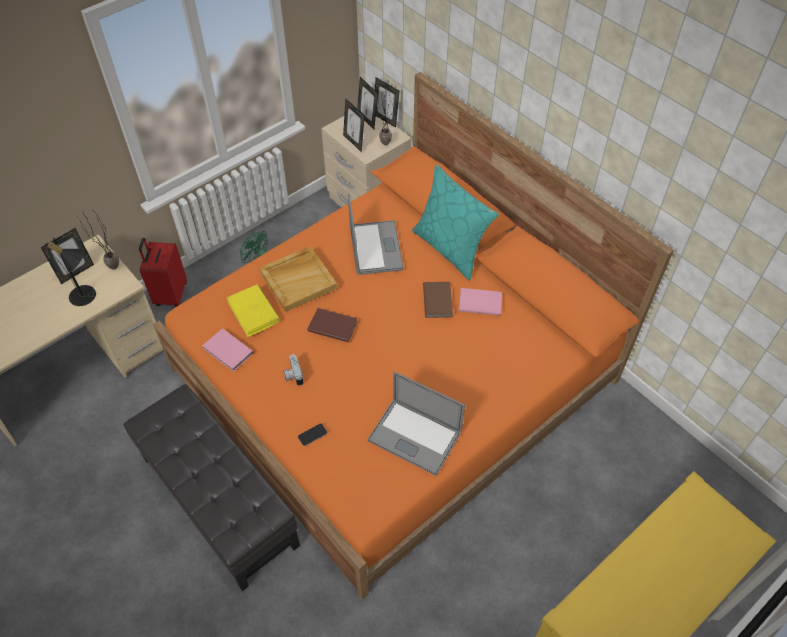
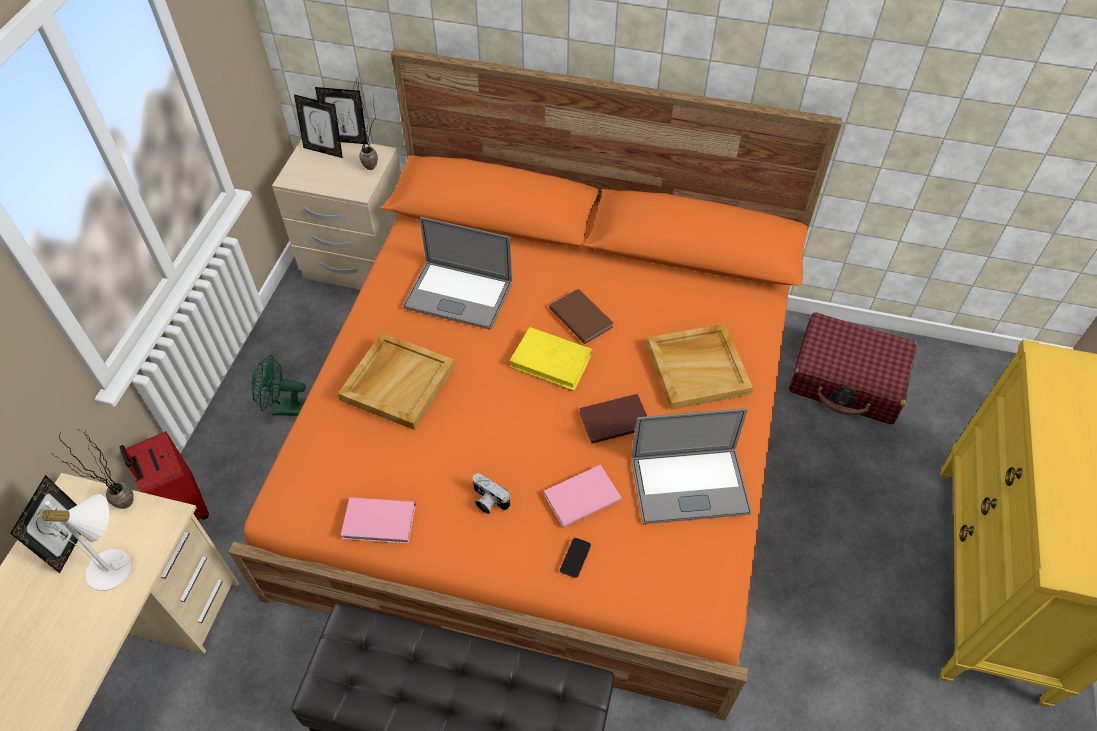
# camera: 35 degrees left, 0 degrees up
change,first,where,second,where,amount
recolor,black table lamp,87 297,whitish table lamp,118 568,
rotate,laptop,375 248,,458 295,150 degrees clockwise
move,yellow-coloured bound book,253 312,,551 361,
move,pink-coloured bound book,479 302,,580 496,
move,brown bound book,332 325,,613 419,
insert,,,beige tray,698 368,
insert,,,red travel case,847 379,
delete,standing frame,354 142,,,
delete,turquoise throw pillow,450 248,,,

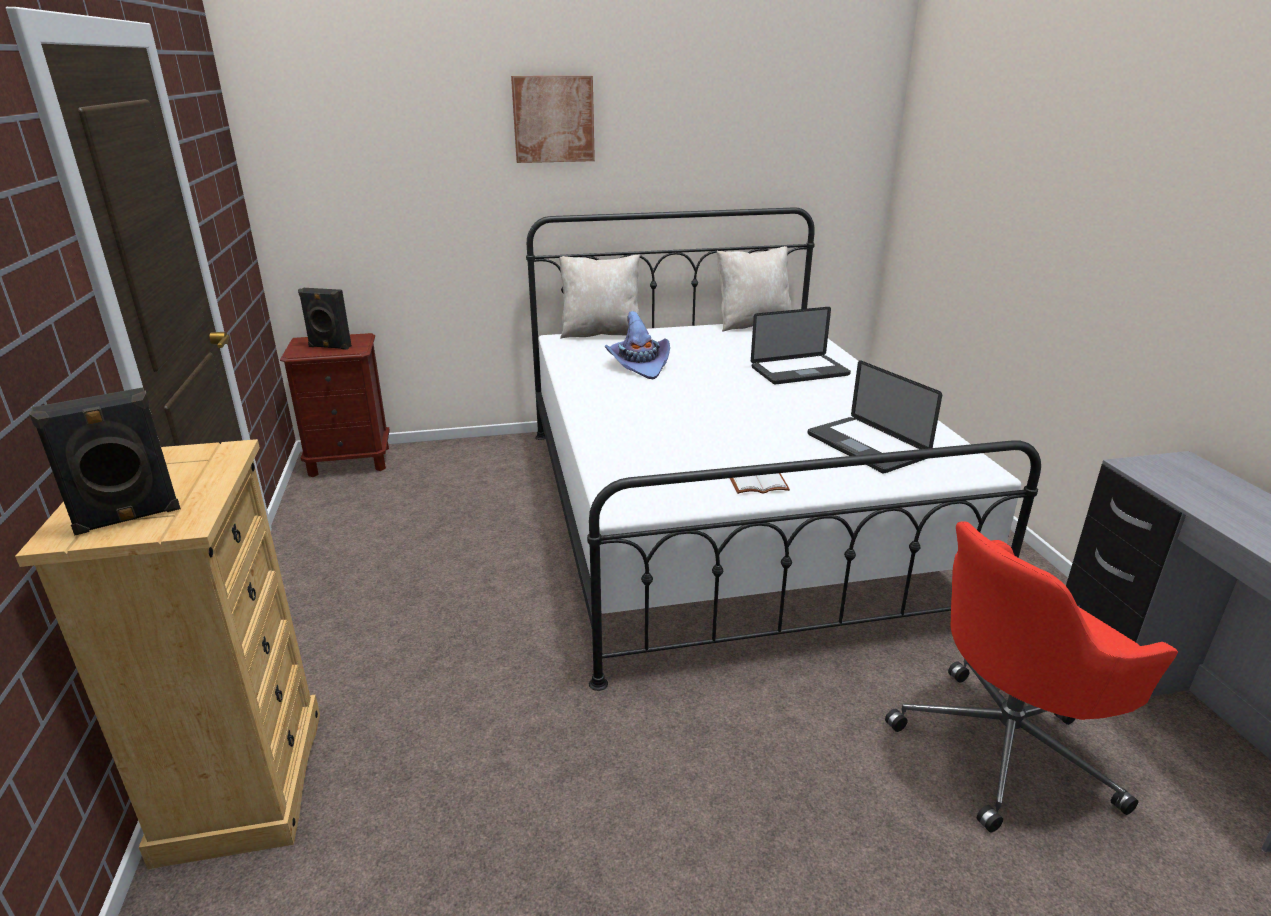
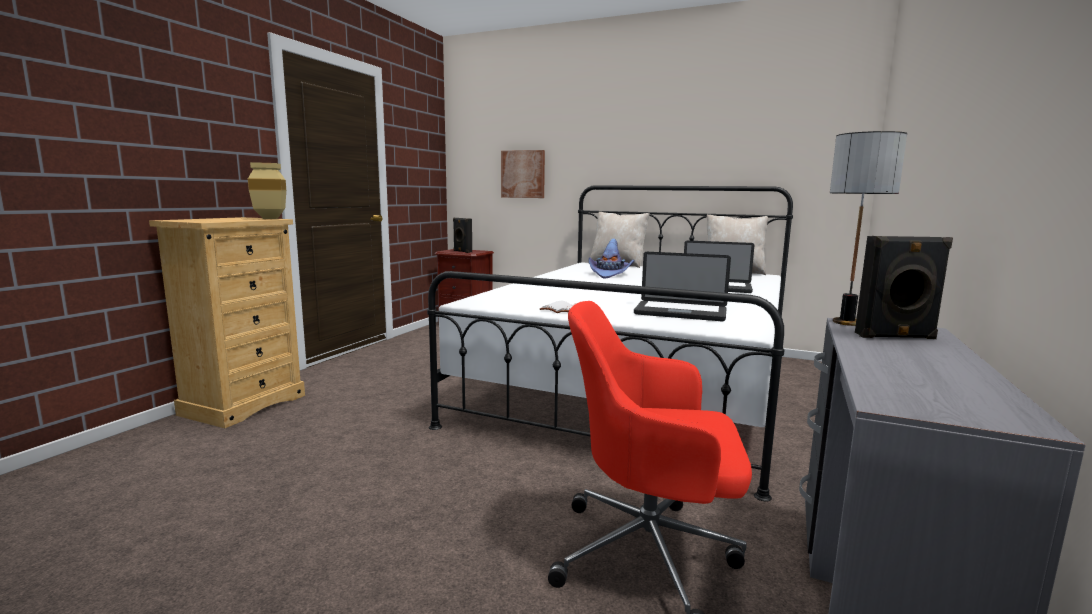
# camera: 35 degrees right, 15 degrees down
change,first,where,second,where,amount
insert,,,beige vase,268 218,
move,wall picture,553 119,,523 174,
rotate,laptop,866 446,,680 312,75 degrees counterclockwise
insert,,,table lamp,846 322,
move,black speaker,128 519,,896 337,

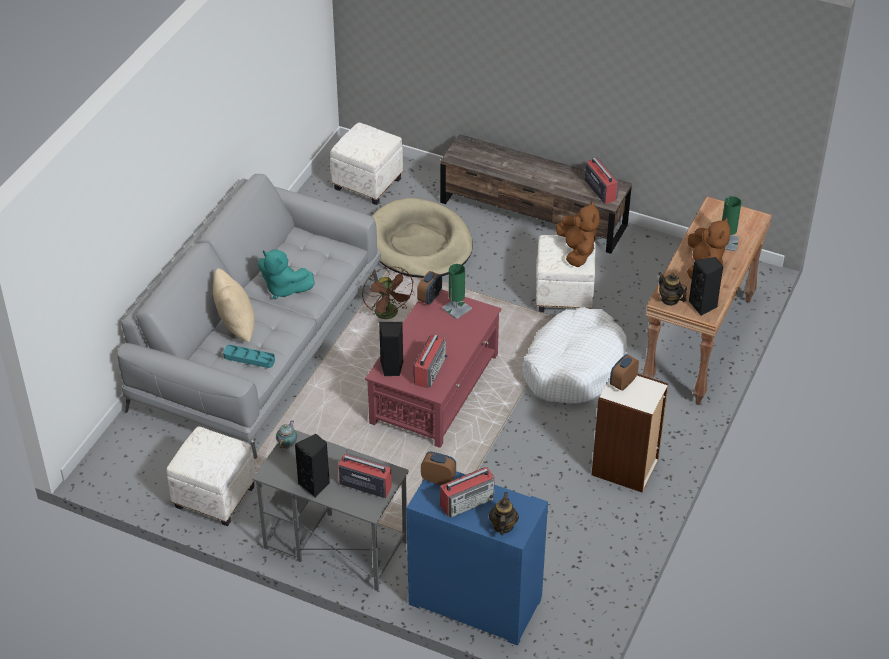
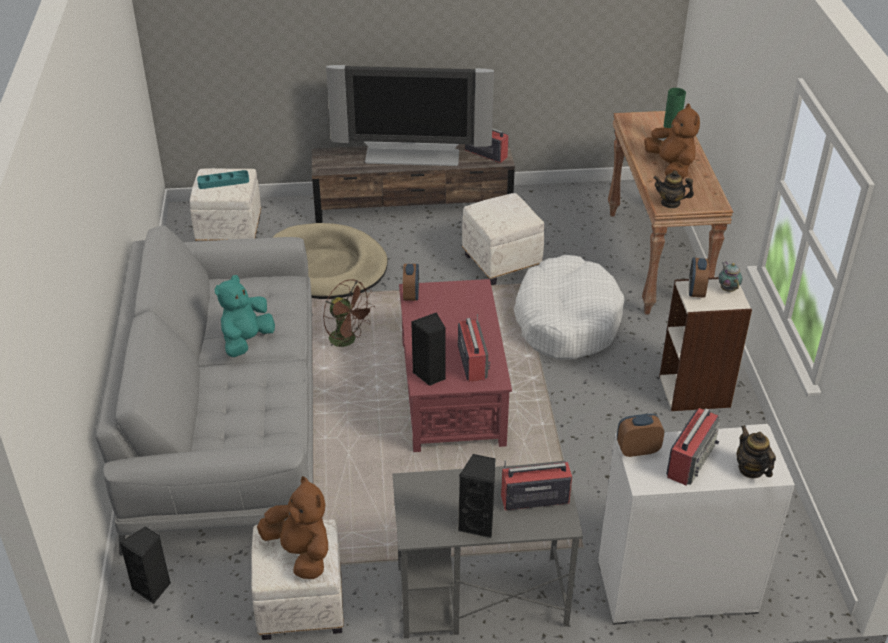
# camera: 30 degrees left, 5 degrees down
change,first,where,second,where,amount
move,black speaker,703 306,,153 588,
move,turquoise tray,249 358,,223 182,
rotate,turquoise cuddly toy,283 288,,246 341,120 degrees clockwise
move,brown cuddly toy,577 251,,300 553,
insert,,,TV set,412 158,
recolor,bluish cabinet,474 602,whitish cabinet,676 588,
move,tea pot,288 444,,727 289,
delete,beige throw pillow,235 328,,,
delete,green-coloured table lamp,456 309,,,

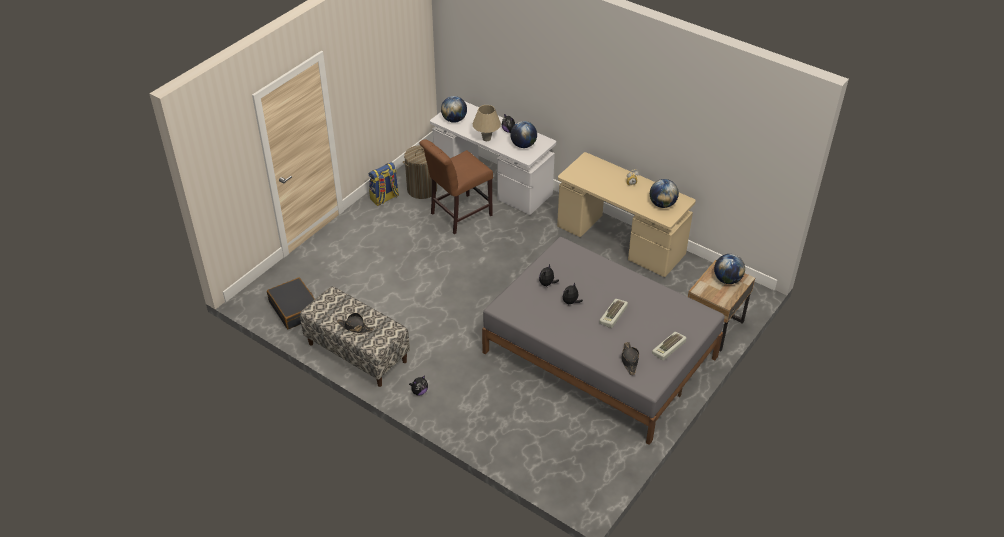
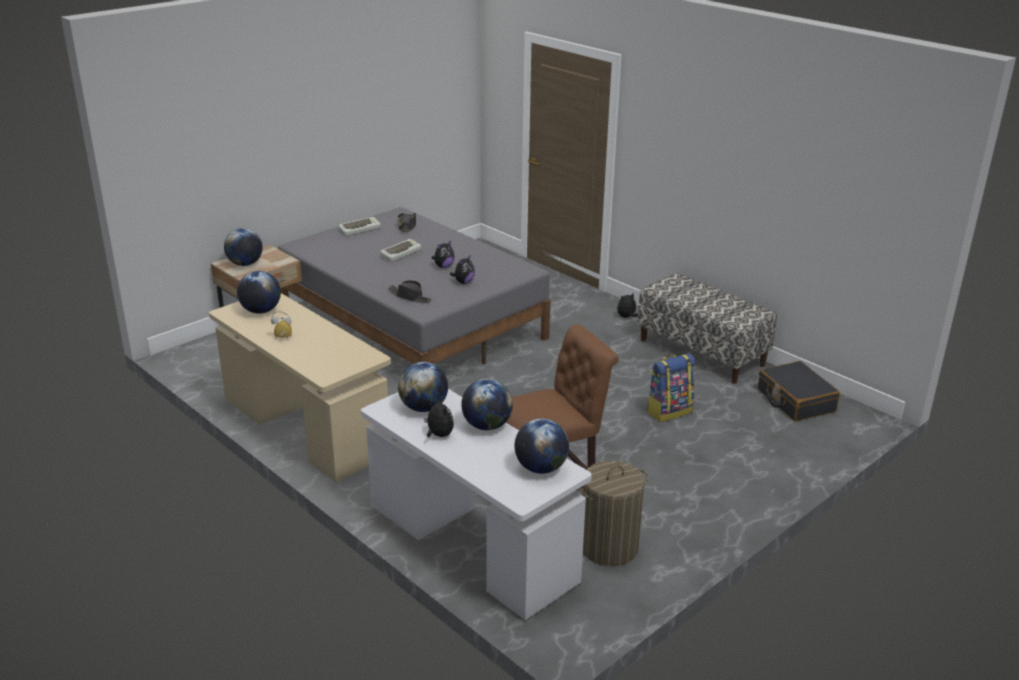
# camera: 170 degrees left, 15 degrees down
change,first,where,second,where,amount
move,black wearable hat,355 327,,410 297,
replace,beige table lamp,486 138,desk globe,487 426,
move,backpack,384 198,,669 411,

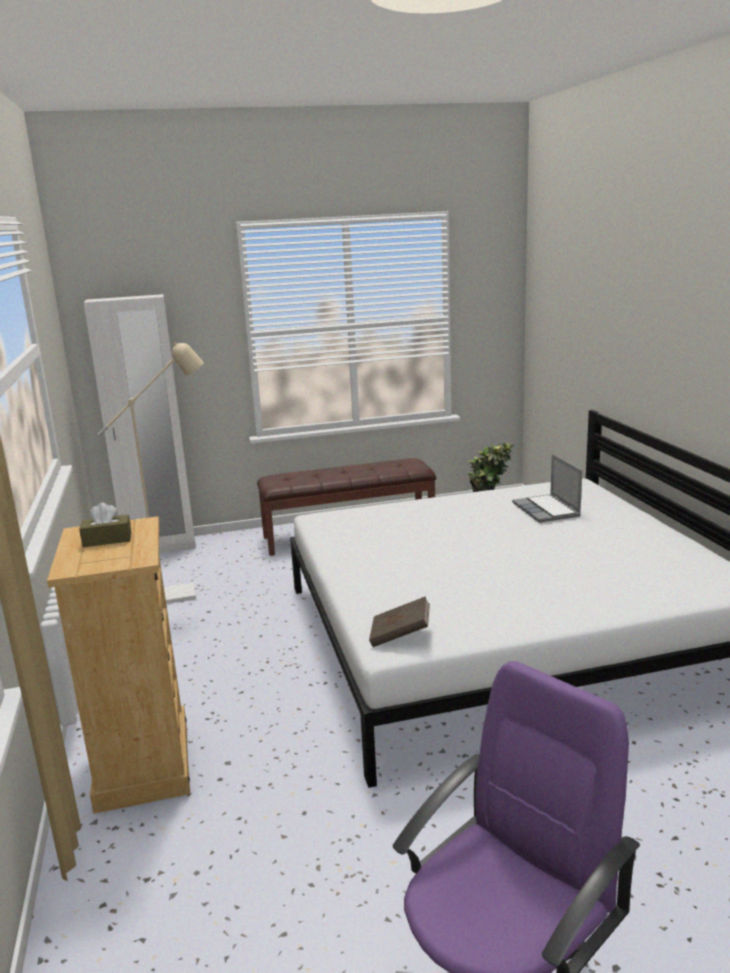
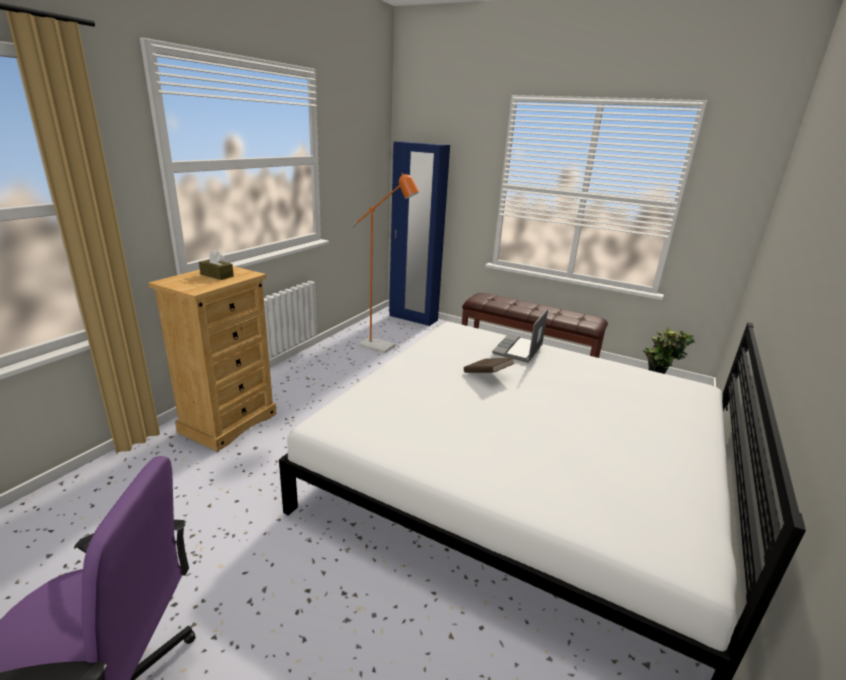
# camera: 40 degrees right, 5 degrees up
change,first,where,second,where,amount
recolor,beige standard lamp,181 594,orangey standard lamp,382 347,
recolor,whitish wardrobe,160 548,bluish wardrobe,413 318,
move,brown bound book,400 636,,487 375,
move,laptop,547 510,,518 350,

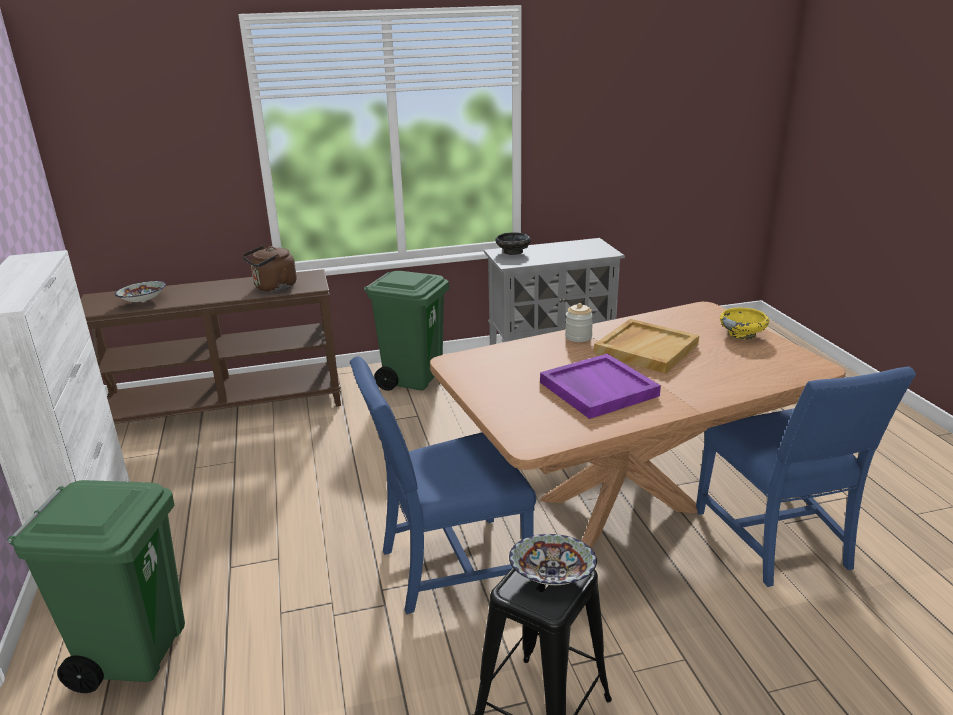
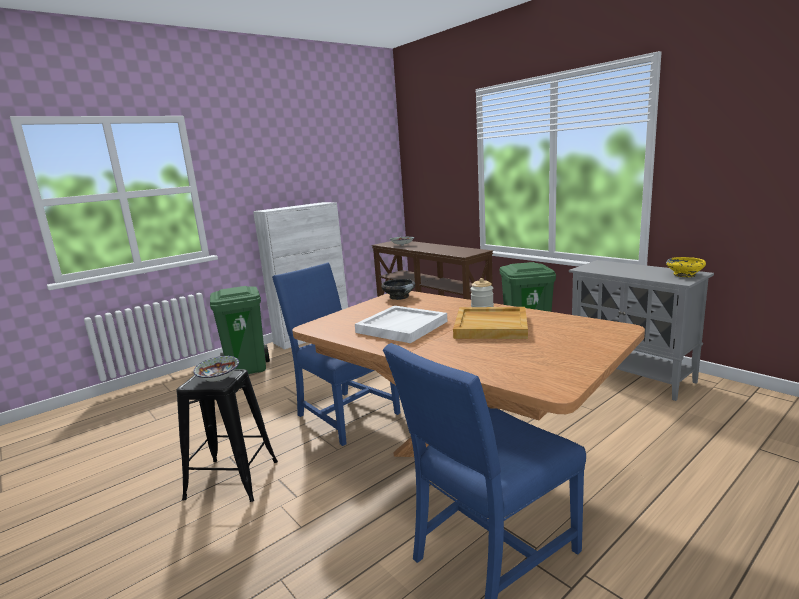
# camera: 65 degrees right, 10 degrees down
change,first,where,second,where,amount
recolor,purplish tray,597 389,whitish tray,401 326,
move,black deep dish,512 252,,399 297,
move,yellow-coloured deep dish,742 334,,684 275,
delete,brown water kettle,273 287,,,

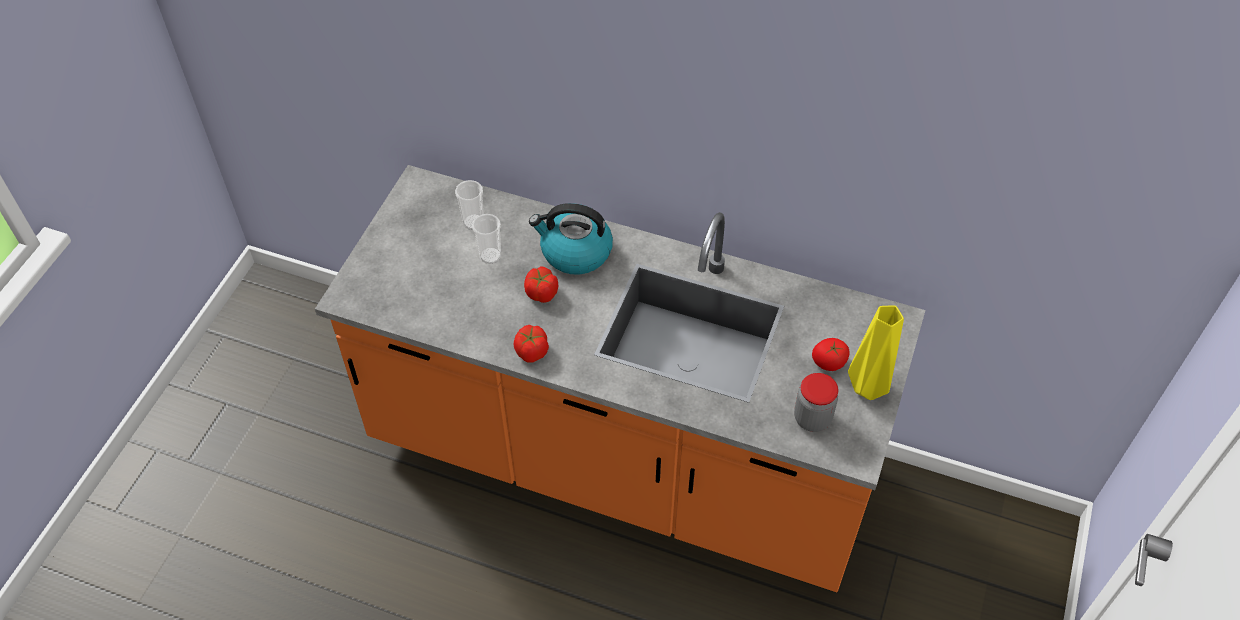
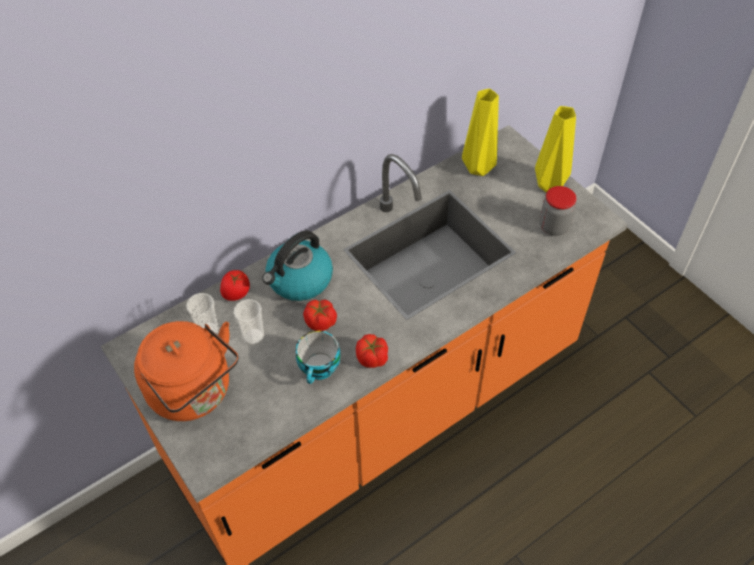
# camera: 55 degrees left, 0 degrees up
change,first,where,second,where,amount
insert,,,orangey water kettle,195 393,
move,fresh tomato,828 362,,236 293,
insert,,,cup,320 369,
insert,,,yellow-coloured vase,477 168,

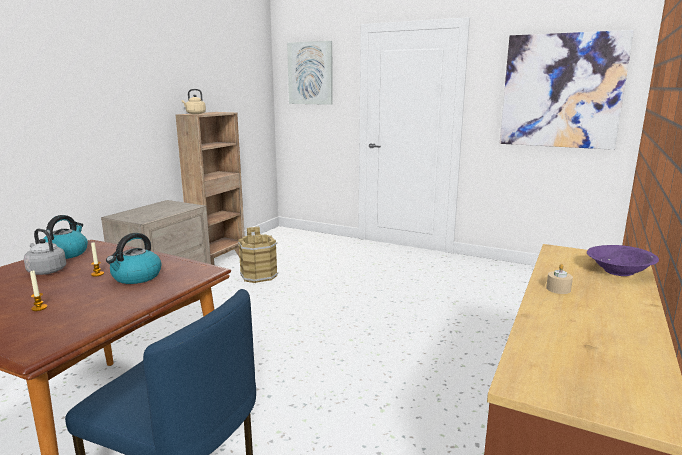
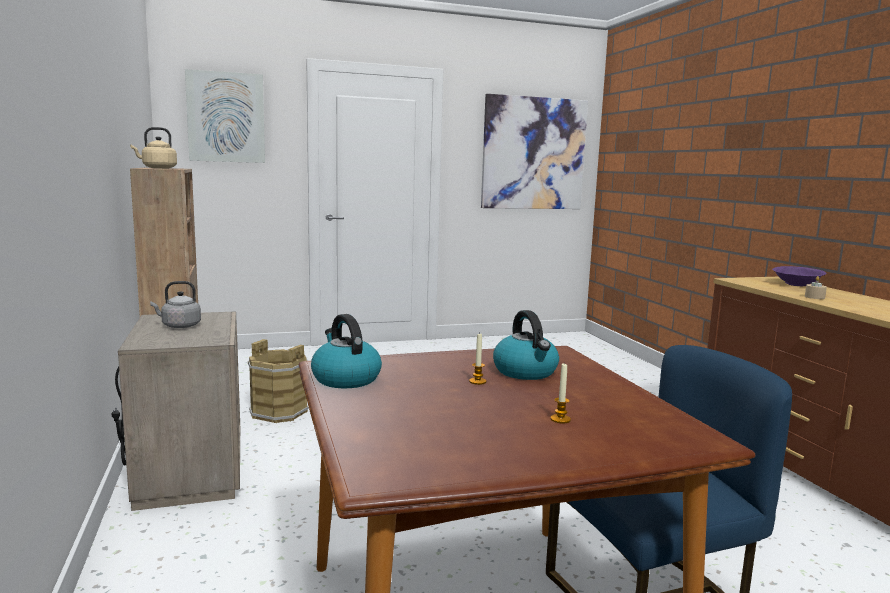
# camera: 45 degrees left, 5 degrees down
change,first,where,second,where,amount
move,greyish water kettle,46 271,,179 326,

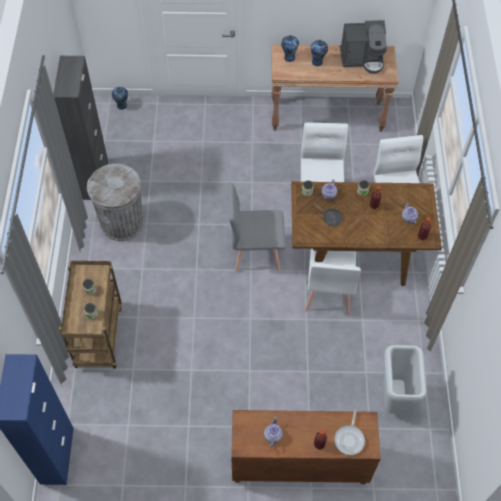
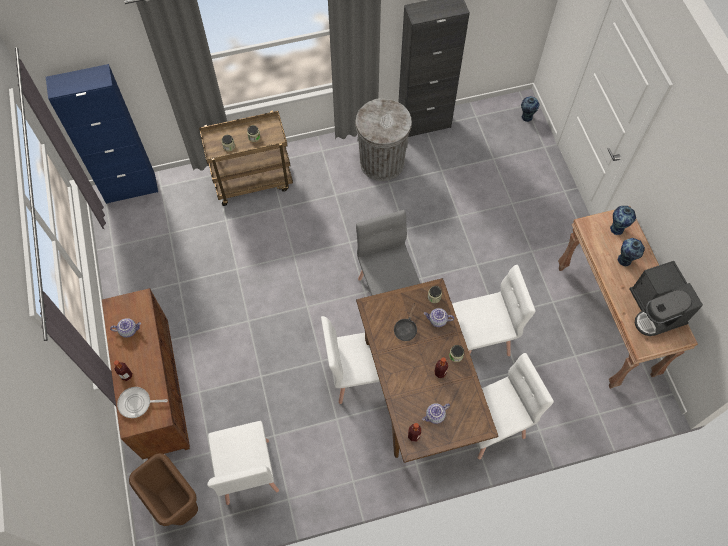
# camera: 75 degrees right, 5 degrees up
change,first,where,second,where,amount
insert,,,brown rubbish bin,179 505,
replace,greyish rubbish bin,394 401,whitish upright chair,247 472,

